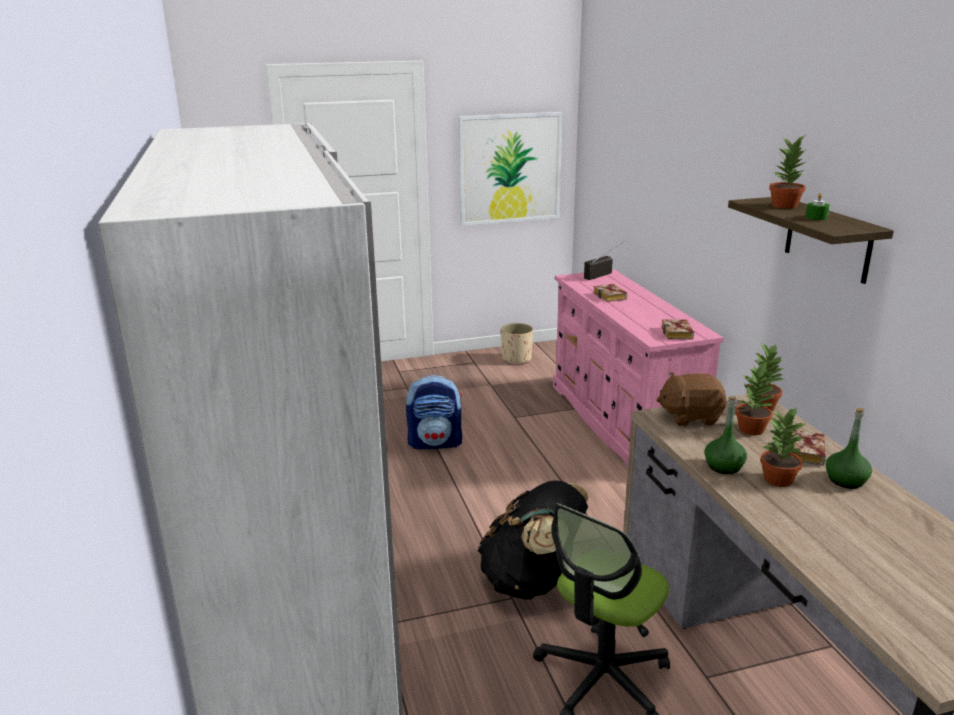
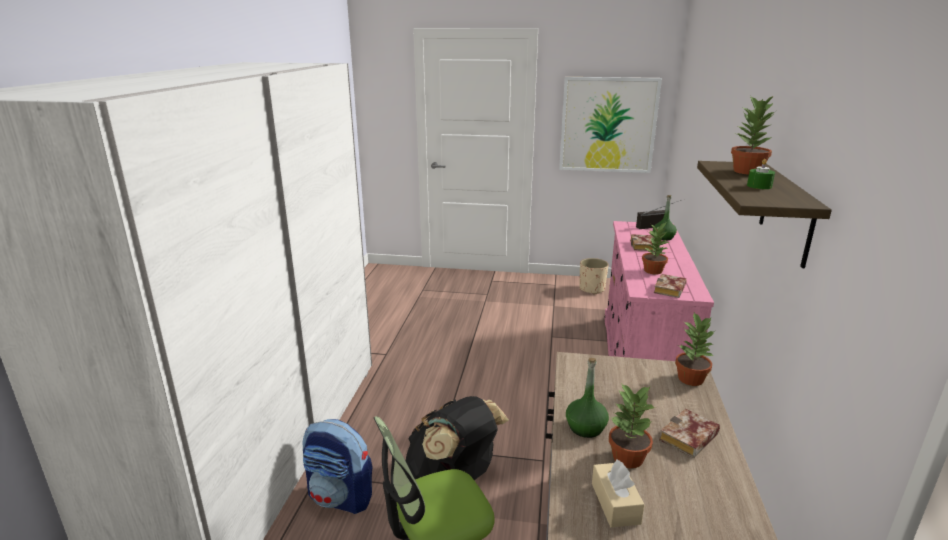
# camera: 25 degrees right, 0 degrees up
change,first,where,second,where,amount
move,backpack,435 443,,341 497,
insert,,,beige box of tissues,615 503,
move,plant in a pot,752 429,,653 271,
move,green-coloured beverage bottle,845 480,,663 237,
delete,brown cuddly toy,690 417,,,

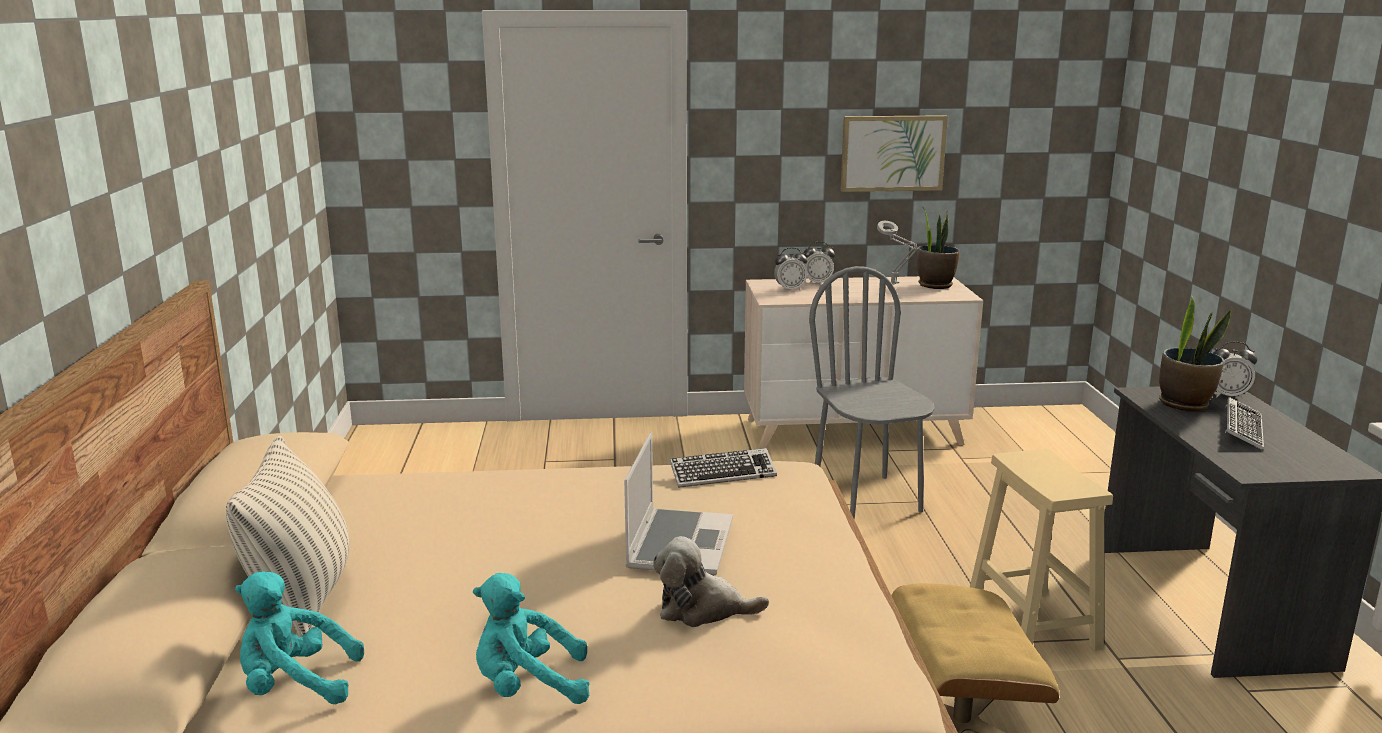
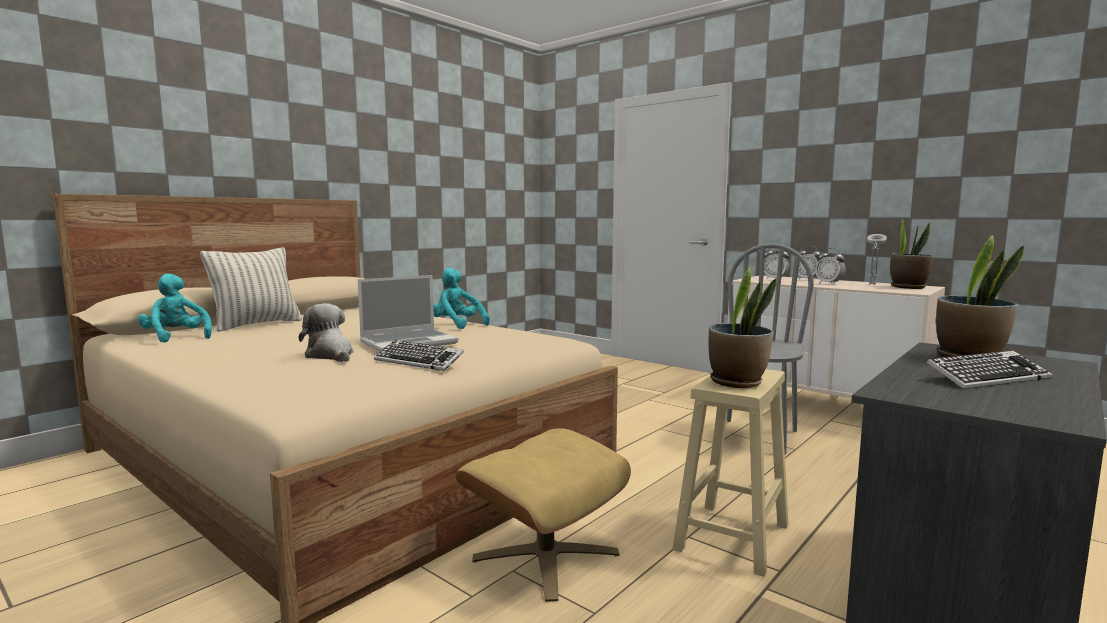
# camera: 45 degrees right, 10 degrees down
change,first,where,second,where,amount
move,keyboard,722 474,,418 361,
move,turquoise cuddly toy,527 686,,457 325,
insert,,,plant in a pot,737 382,
move,table clock,1227 395,,829 283,
delete,wall picture,892 153,,,

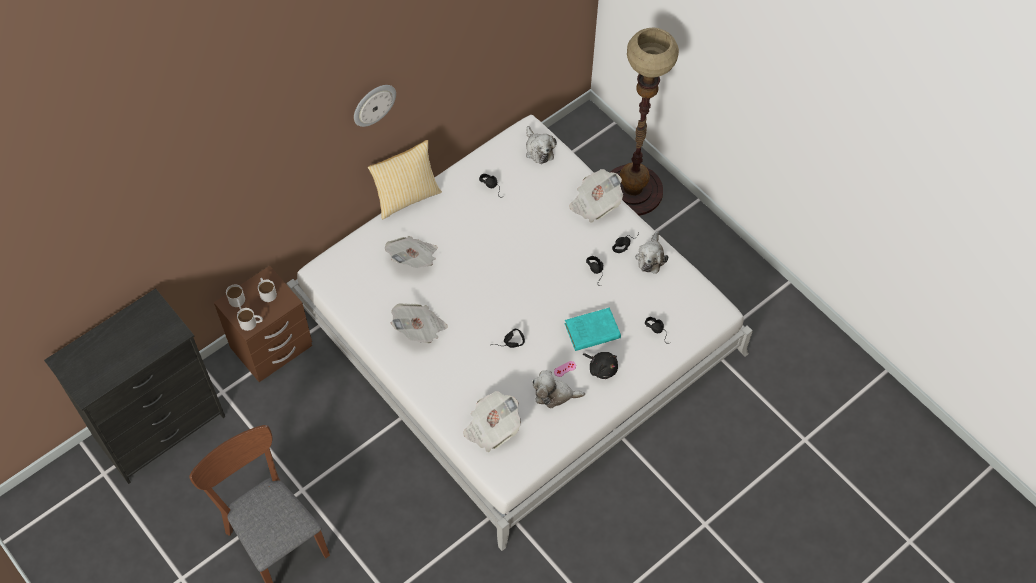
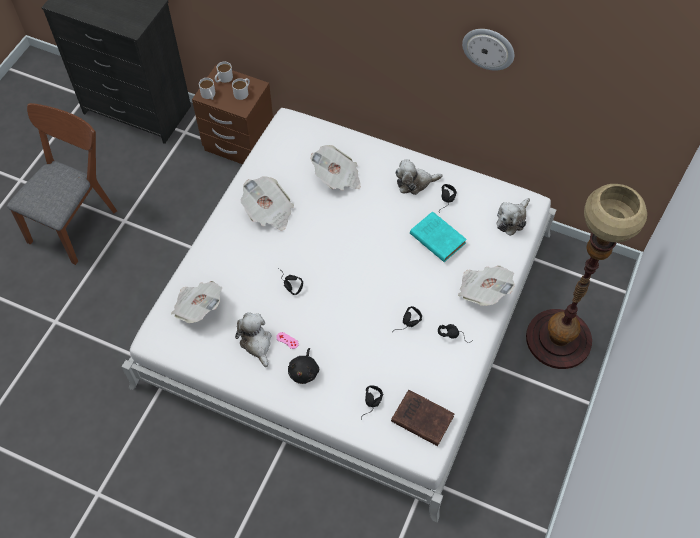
# camera: 65 degrees right, 0 degrees up
change,first,where,second,where,amount
insert,,,brown bound book,420 418,
move,cuddly toy,650 257,,415 183,
move,turquoise bound book,590 331,,436 238,
move,hanging clock,373 104,,488 48,
delete,throw pillow,406 197,,,

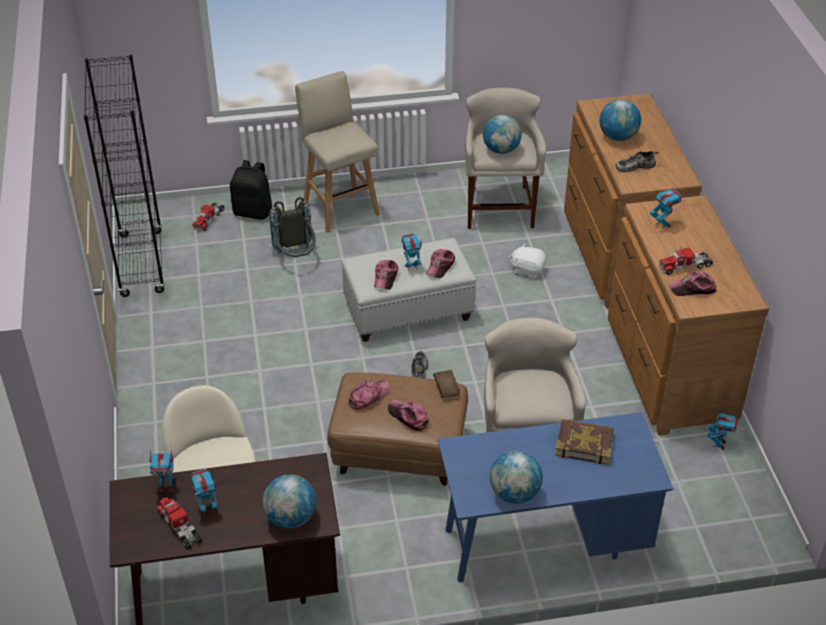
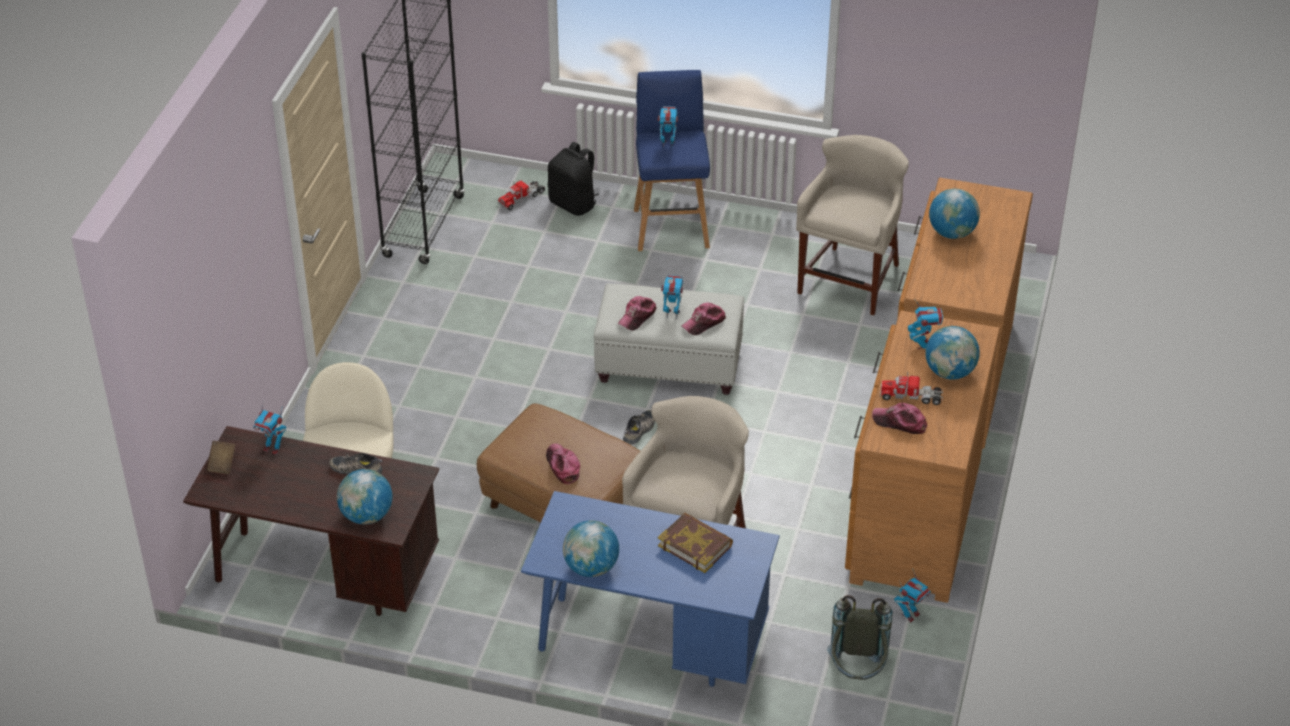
# camera: 25 degrees right, 0 degrees up
change,first,where,second,where,amount
move,brown bound book,446 389,,222 463,
move,low shoe,635 166,,357 468,
recolor,beige stool,340 207,bluish stool,671 226,
move,model robot,207 509,,667 144,
move,greyish backpack,296 258,,857 672,
move,desk globe,501 150,,950 372,
delete,model truck,180 526,,,
delete,peaked cap,368 396,,,
delete,whitish cuddly toy,527 270,,,

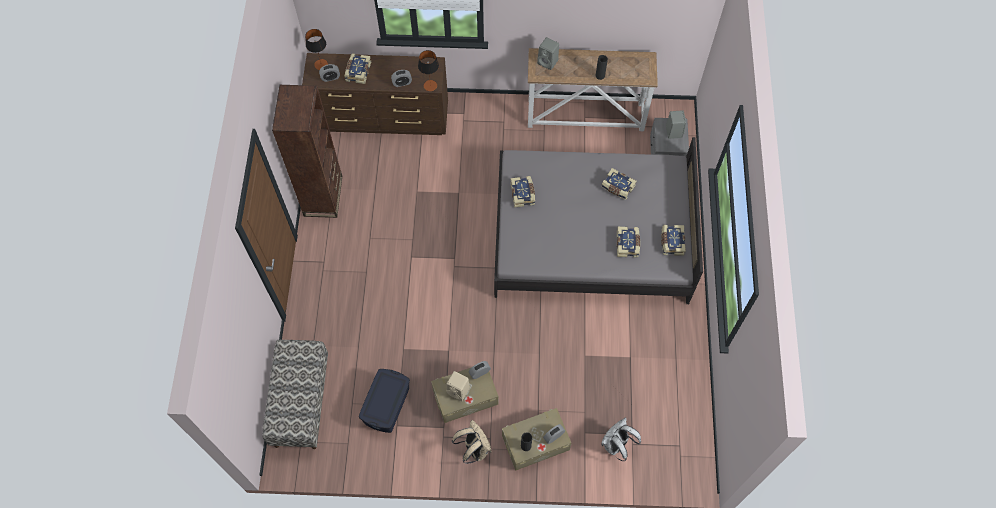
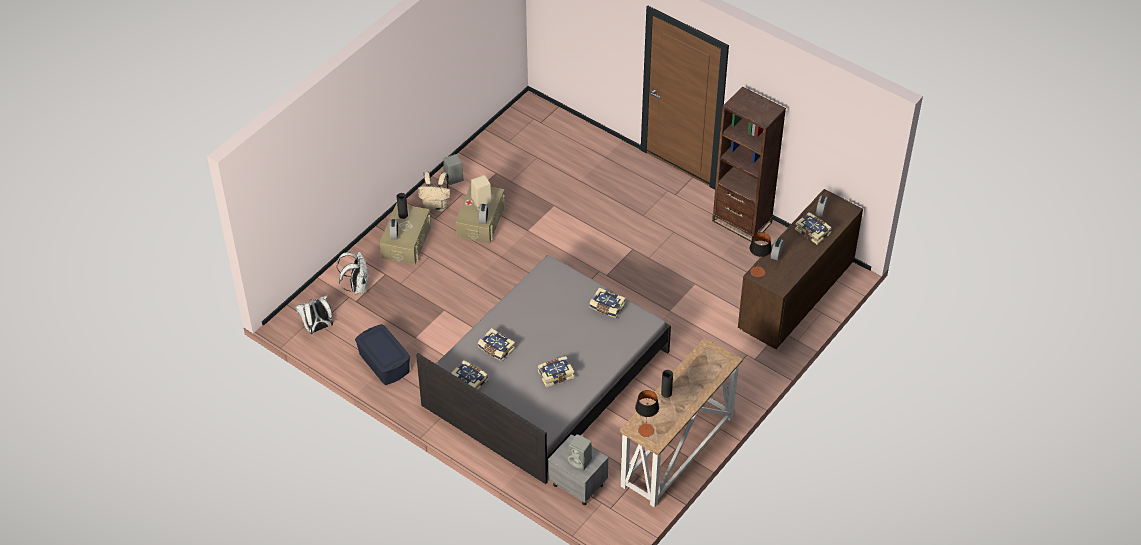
# camera: 125 degrees right, 15 degrees down
change,first,where,second,where,amount
insert,,,whitish backpack,318 328,
move,bluish storage box,387 405,,384 363,
move,greyish speaker,548 62,,453 178,
move,table lamp,321 64,,646 430,
delete,long seat,301 402,,,

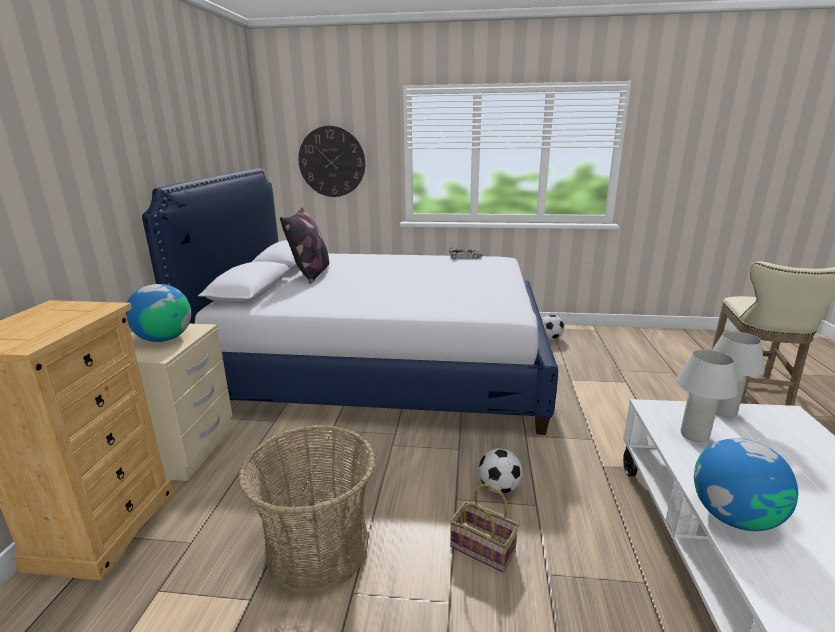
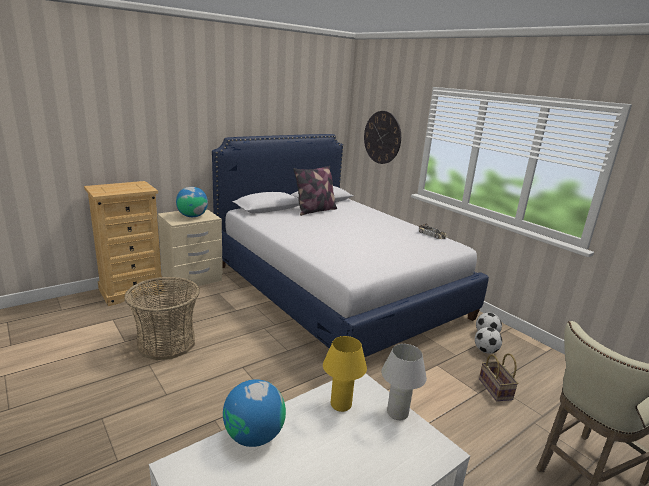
# camera: 45 degrees right, 0 degrees up
change,first,where,second,where,amount
recolor,whitish table lamp,694 435,yellow-coloured table lamp,341 405,
move,football ball,499 488,,485 351,
move,household basket,484 549,,496 389,

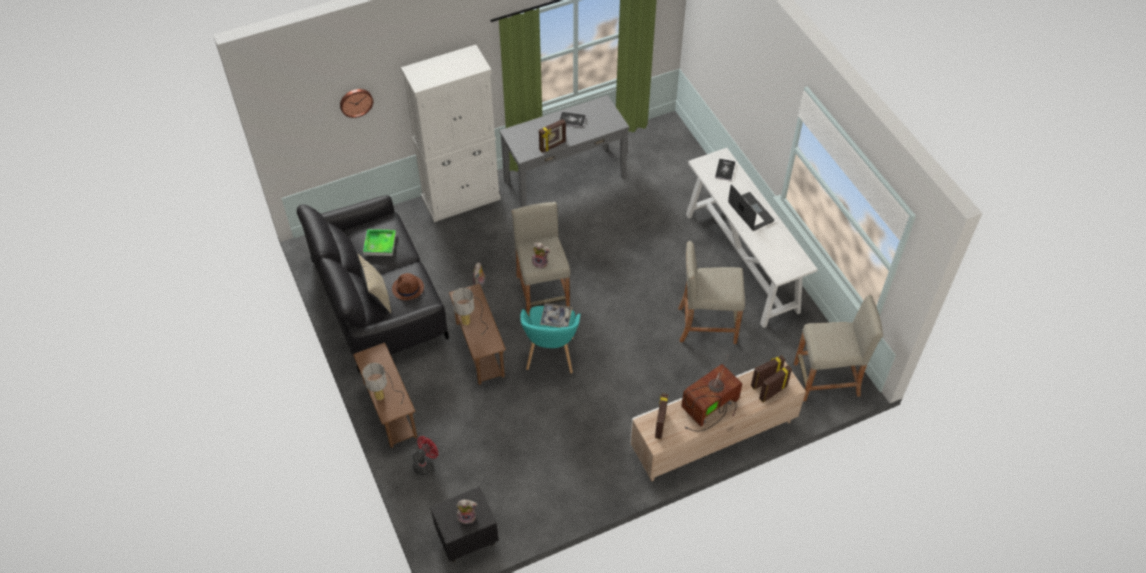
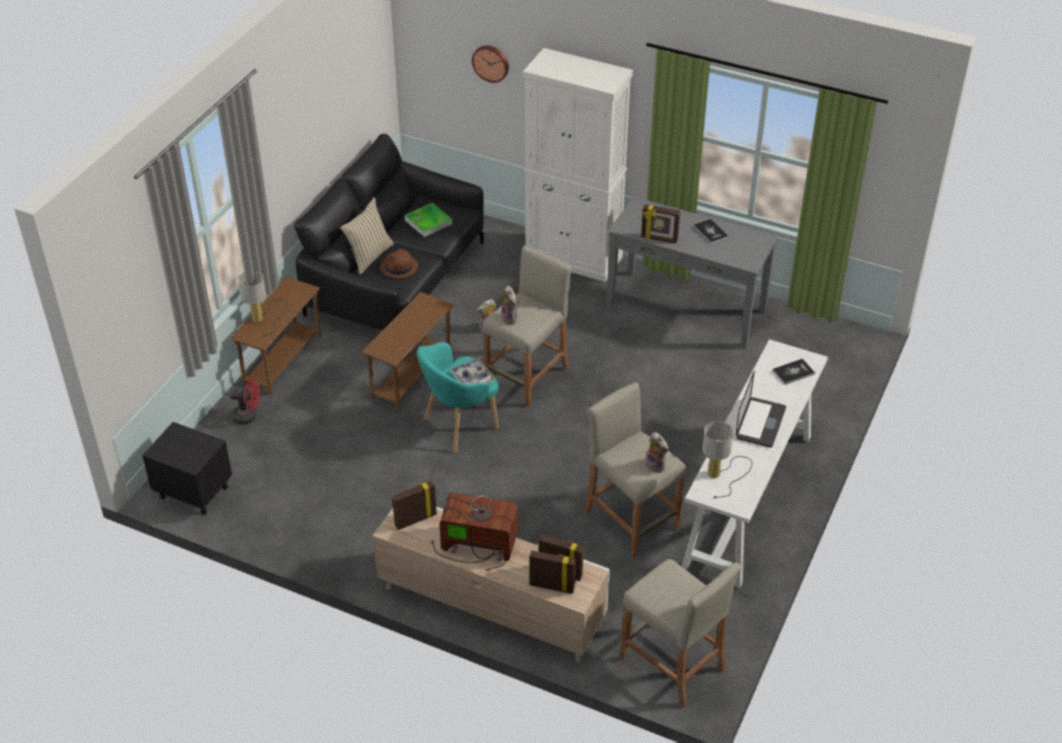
# camera: 50 degrees right, 10 degrees down
change,first,where,second,where,amount
move,cuddly toy,467 516,,656 465,
move,table lamp,470 318,,722 474,

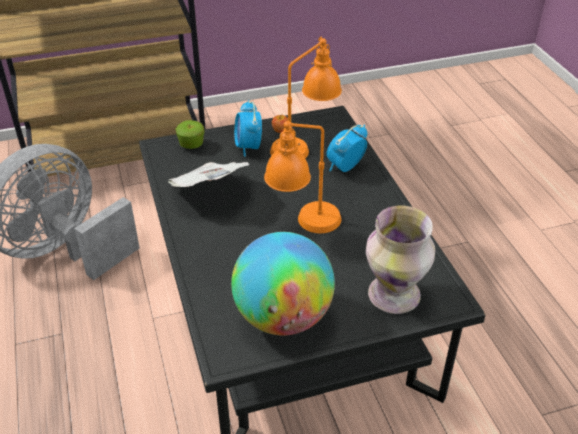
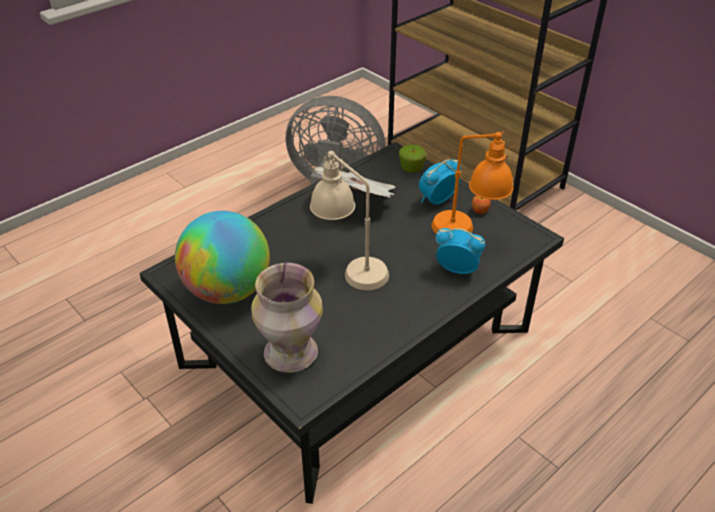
# camera: 65 degrees right, 0 degrees up
change,first,where,second,where,amount
recolor,orangey table lamp,303 226,beige table lamp,349 268,

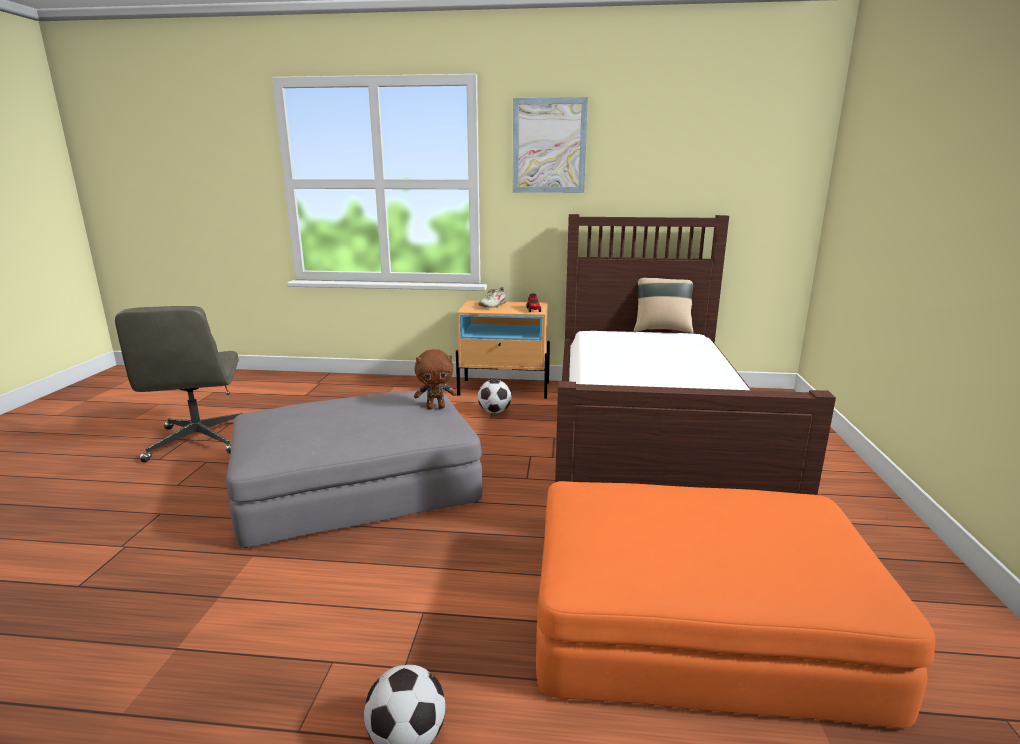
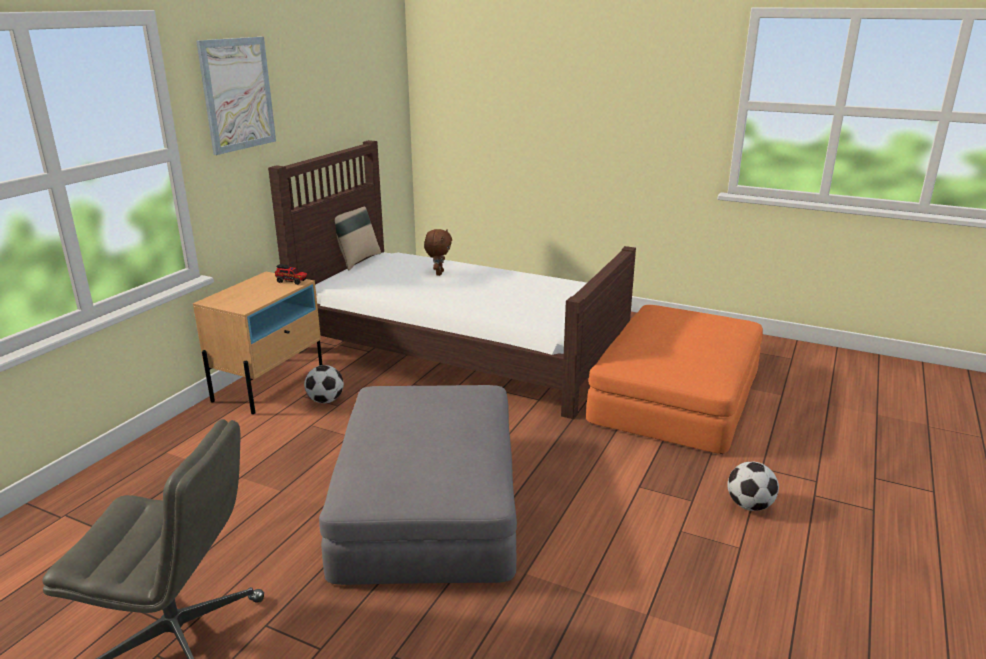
# camera: 70 degrees left, 5 degrees up
change,first,where,second,where,amount
move,brown cuddly toy,436 407,,438 273,
delete,beige low shoe,493 305,,,

